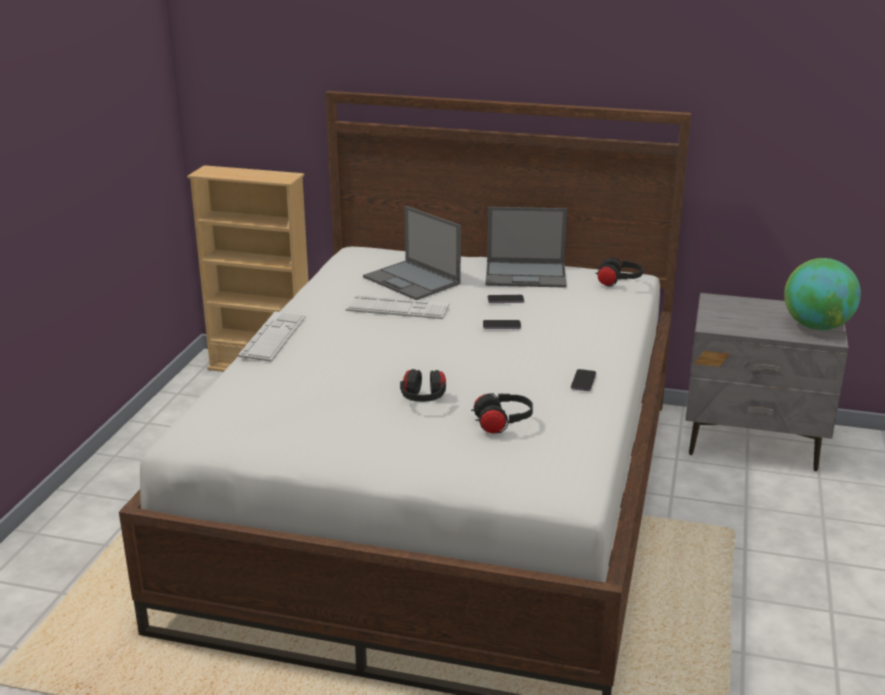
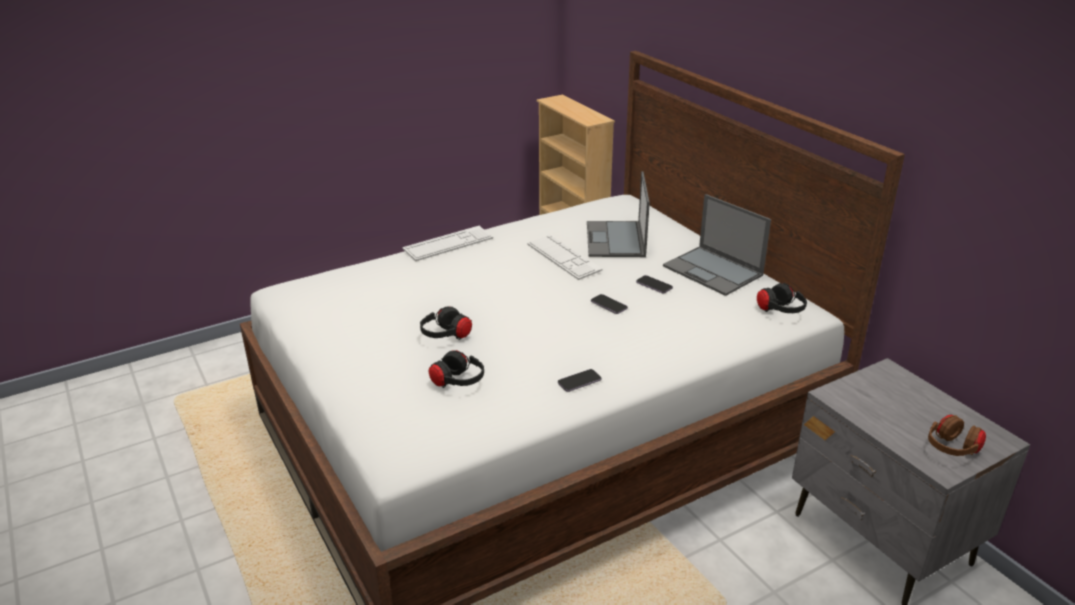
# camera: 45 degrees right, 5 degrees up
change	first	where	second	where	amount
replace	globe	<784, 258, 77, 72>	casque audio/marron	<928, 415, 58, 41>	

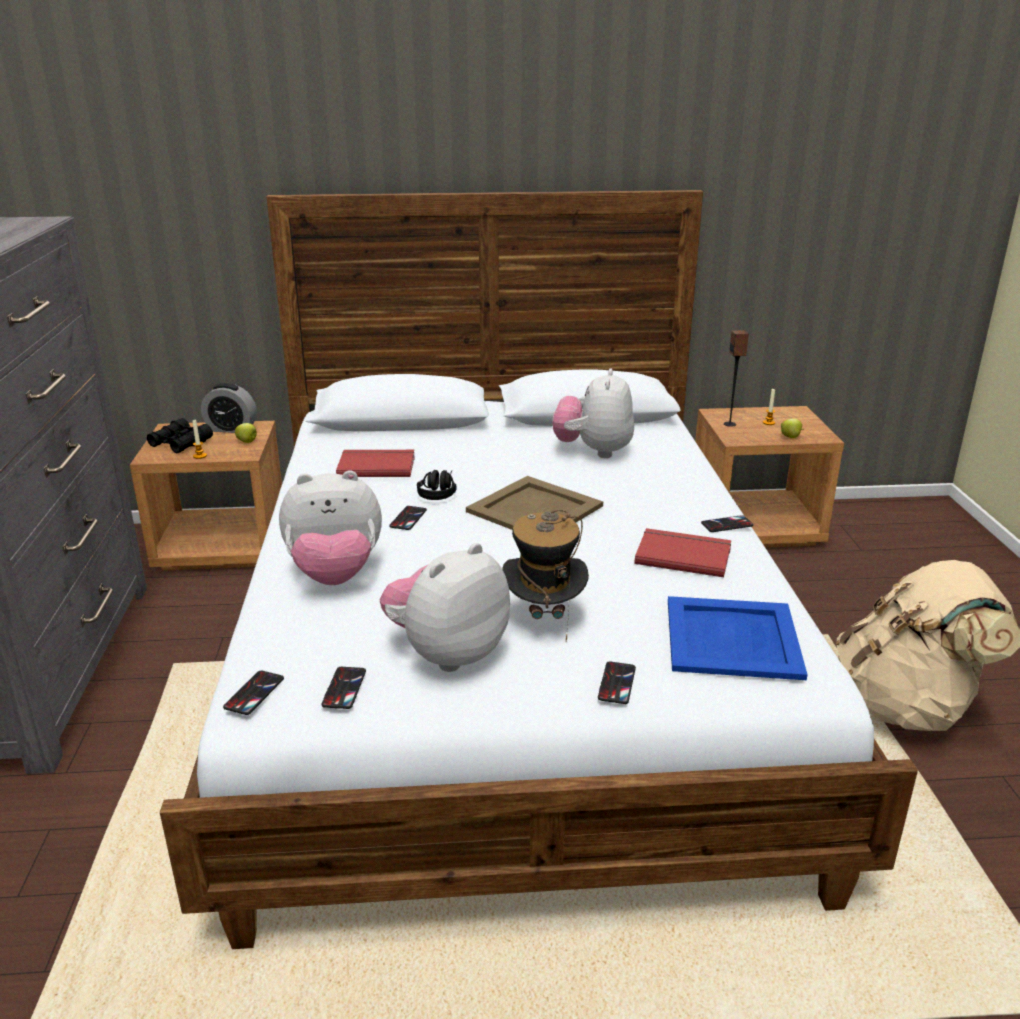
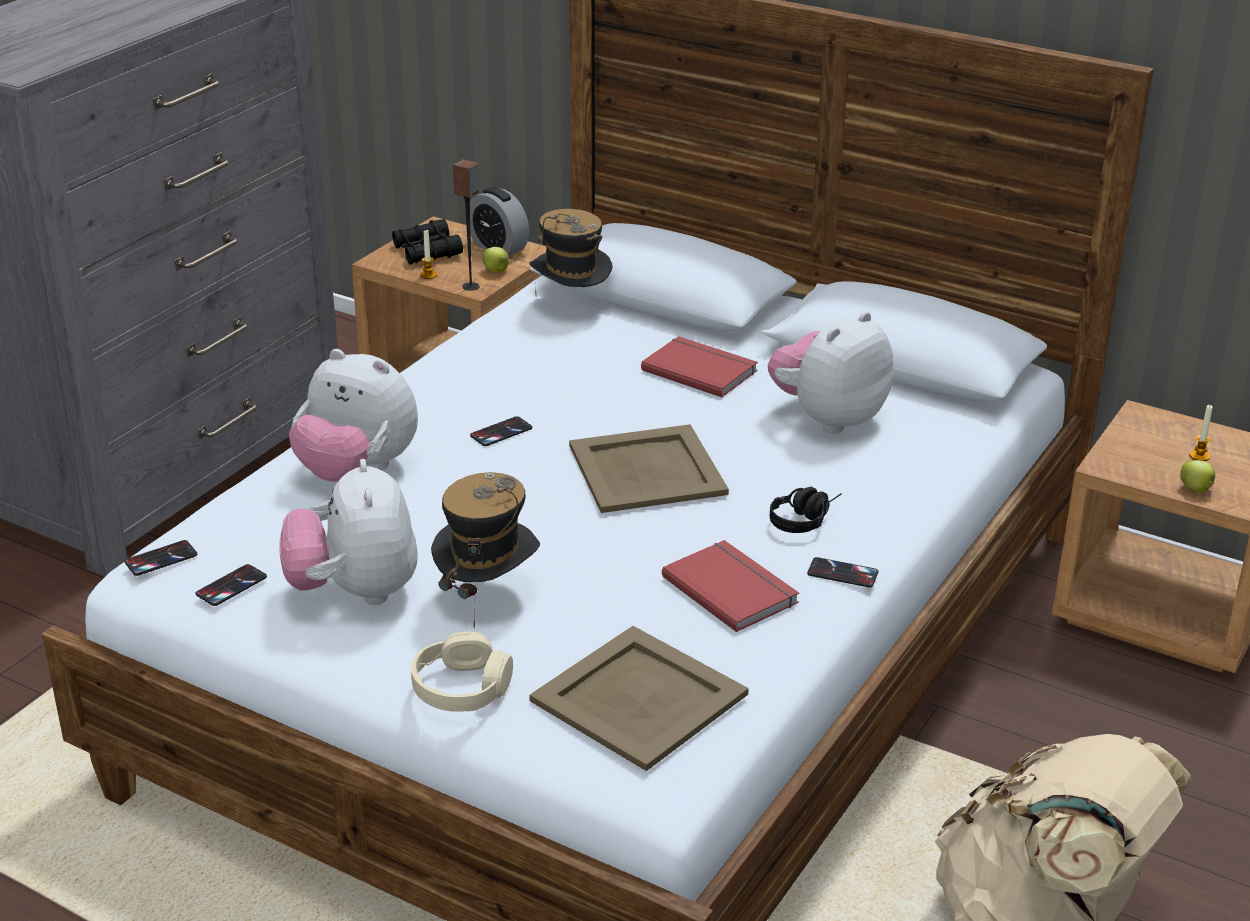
# camera: 35 degrees right, 5 degrees up
change	first	where	second	where	amount
rotate	peluche	<380, 543, 130, 129>		<279, 459, 139, 146>	90 degrees counterclockwise
replace	téléphone	<598, 661, 38, 43>	casque audio/beige	<411, 632, 102, 80>	
move	enceinte	<724, 330, 25, 97>		<453, 159, 27, 132>	
insert			chapeau	<529, 209, 83, 86>	
recolor	plateau/bleu	<668, 596, 140, 84>	plateau/beige	<529, 626, 220, 145>	
move	livre/rouge	<336, 450, 79, 27>		<641, 336, 117, 61>	
move	casque audio/noir	<417, 470, 40, 30>		<770, 487, 72, 46>	

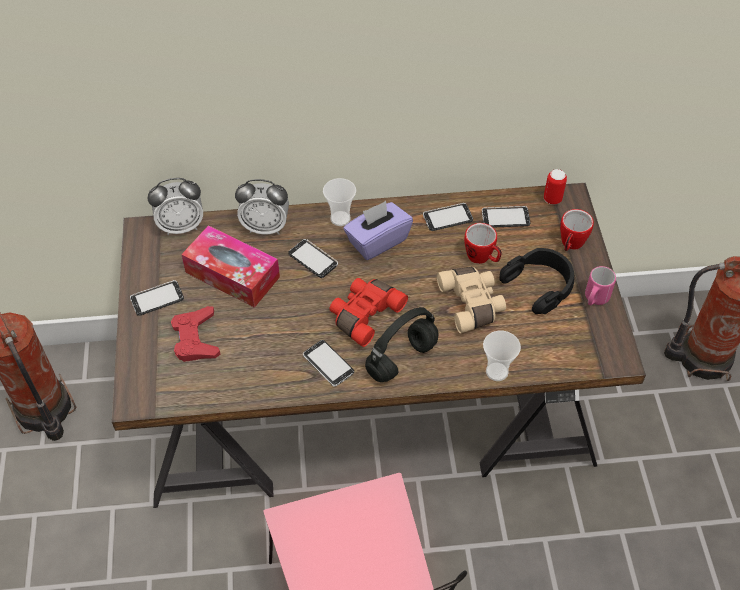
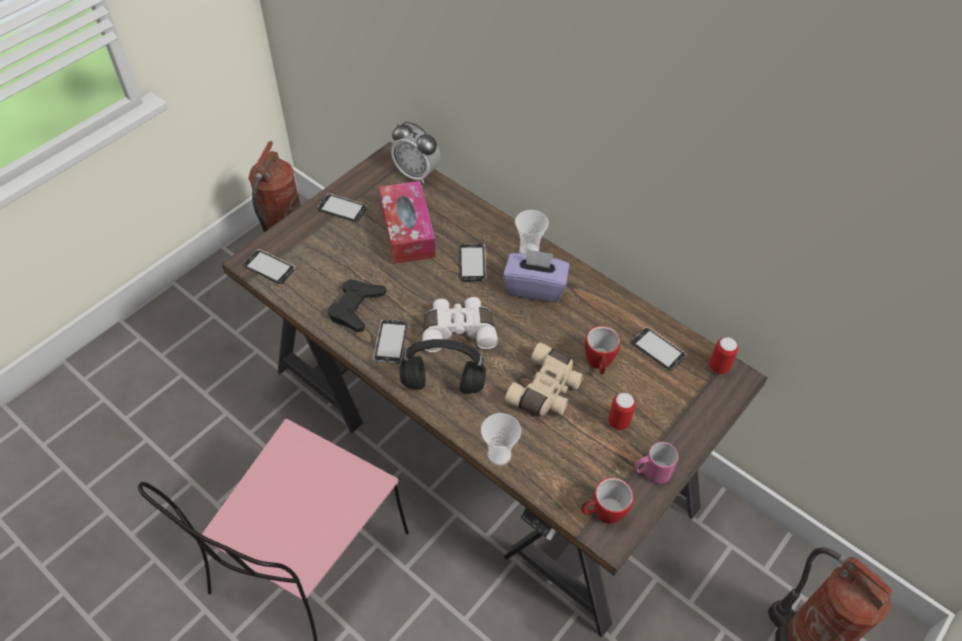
# camera: 45 degrees right, 0 degrees up
change	first	where	second	where	amount
move	téléphone	<423, 203, 50, 28>		<244, 249, 51, 35>	
insert			manette/noir	<328, 279, 59, 53>	
recolor	jumelles/rouge	<329, 278, 79, 69>	jumelles/blanc	<422, 297, 76, 55>	
move	mug	<560, 209, 34, 42>		<582, 477, 52, 47>	
replace	casque audio/noir	<499, 248, 75, 66>	boîte métallique	<608, 393, 28, 37>	
delete	manette/rouge	<171, 306, 50, 56>			
delete	réveil	<235, 179, 54, 56>			

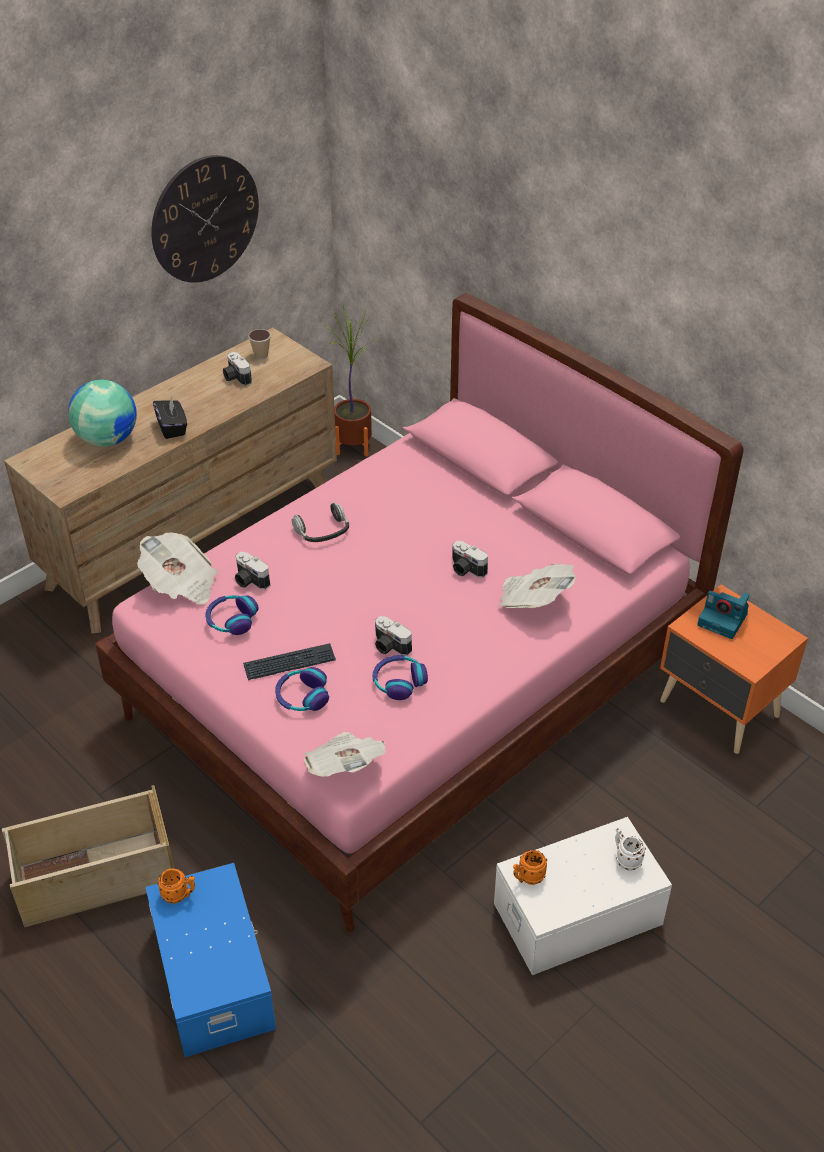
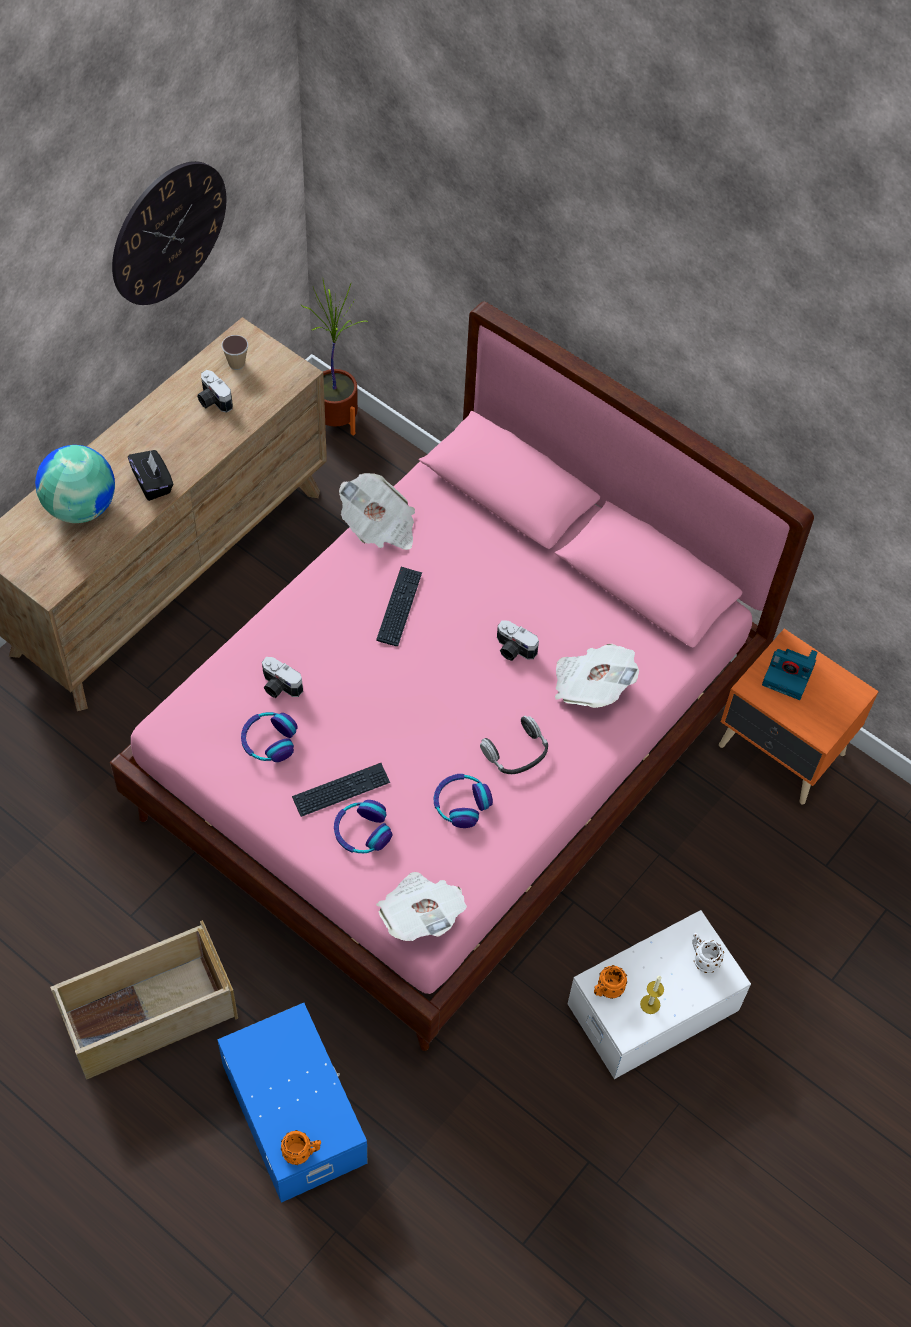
# camera: 10 degrees left, 15 degrees up
change	first	where	second	where	amount
move	mug/orange	<157, 868, 38, 36>		<281, 1130, 40, 35>	
move	journal	<137, 532, 80, 73>		<339, 473, 76, 77>	
insert			clavier	<376, 567, 46, 79>	
move	casque audio	<292, 503, 57, 39>		<480, 716, 68, 58>	
insert			bougie	<640, 976, 24, 38>	
delete	appareil photo	<375, 616, 37, 39>			

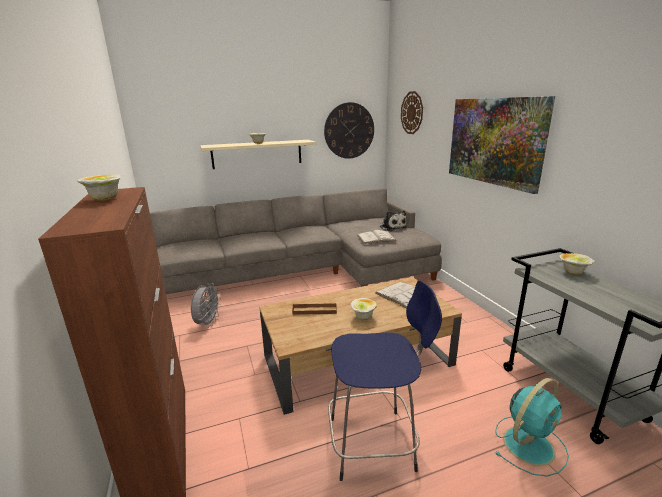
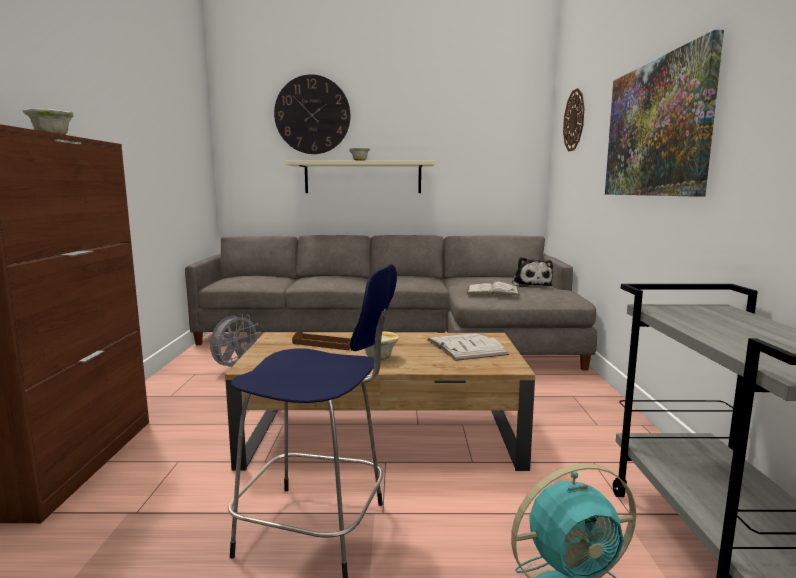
# camera: 20 degrees right, 10 degrees down
change	first	where	second	where	amount
move	horloge murale	<324, 102, 50, 57>		<274, 74, 77, 80>	
delete	bol	<559, 253, 36, 22>			

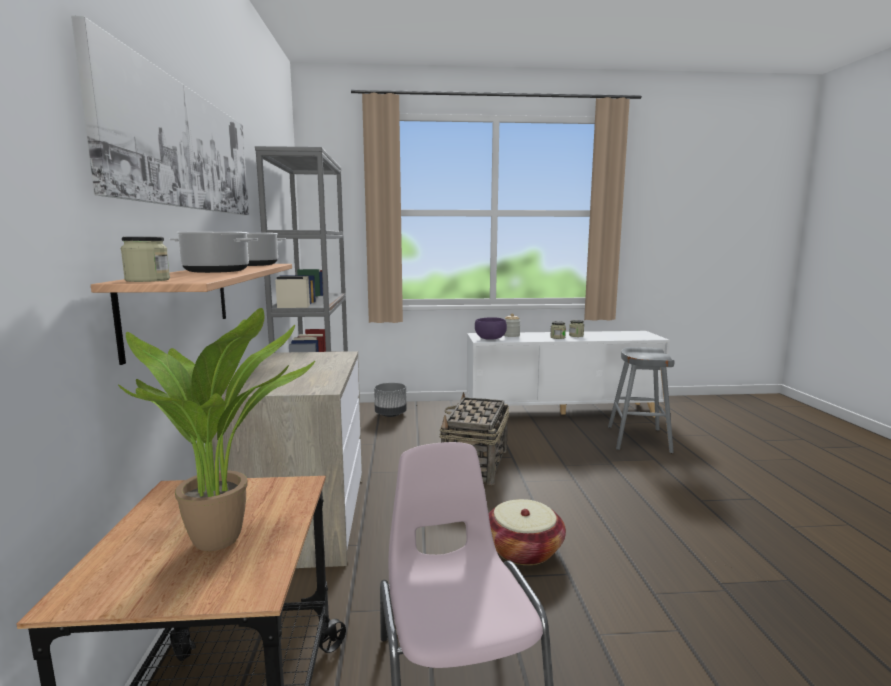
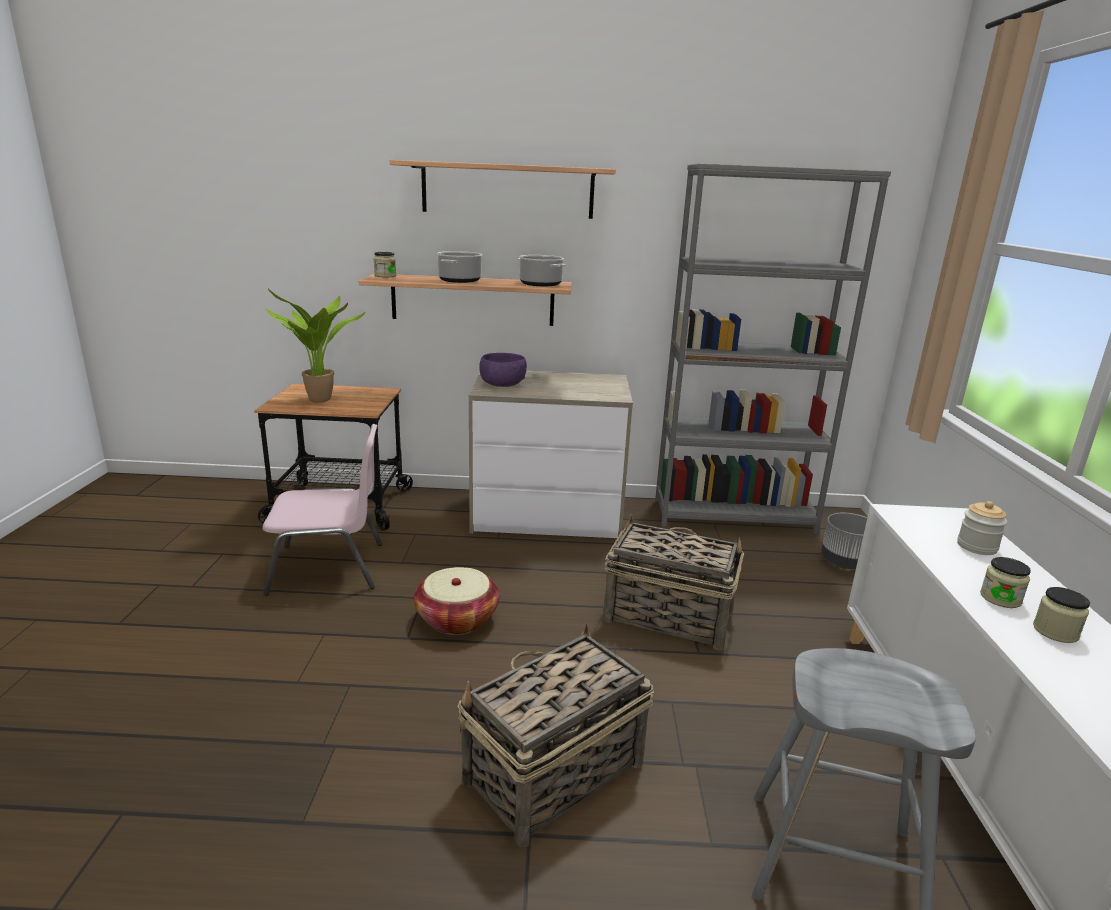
# camera: 95 degrees right, 10 degrees up
change	first	where	second	where	amount
replace	tableau	<71, 16, 178, 199>	étagère	<390, 160, 226, 59>	
insert			panier	<457, 624, 197, 223>	
move	bol/violet	<475, 317, 32, 23>		<479, 353, 48, 34>	

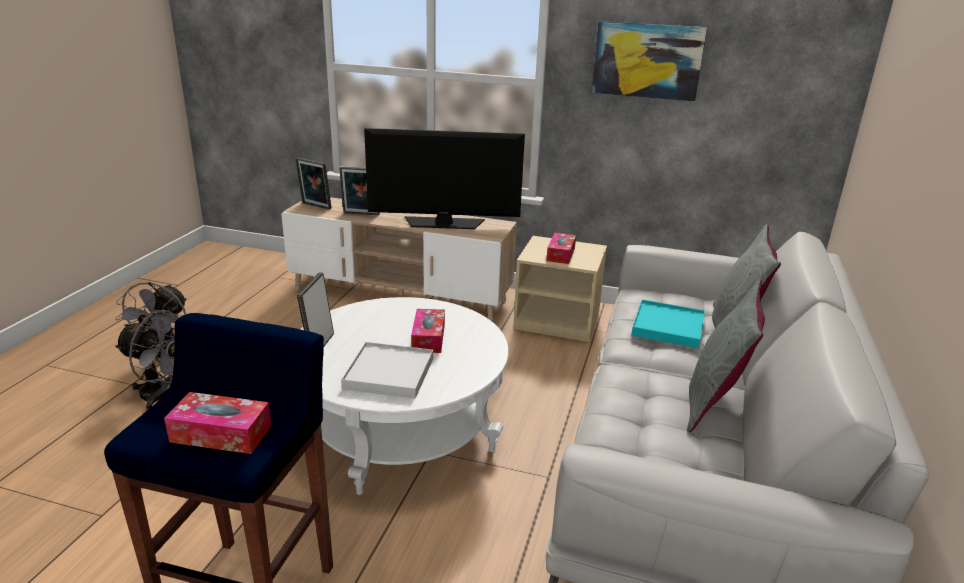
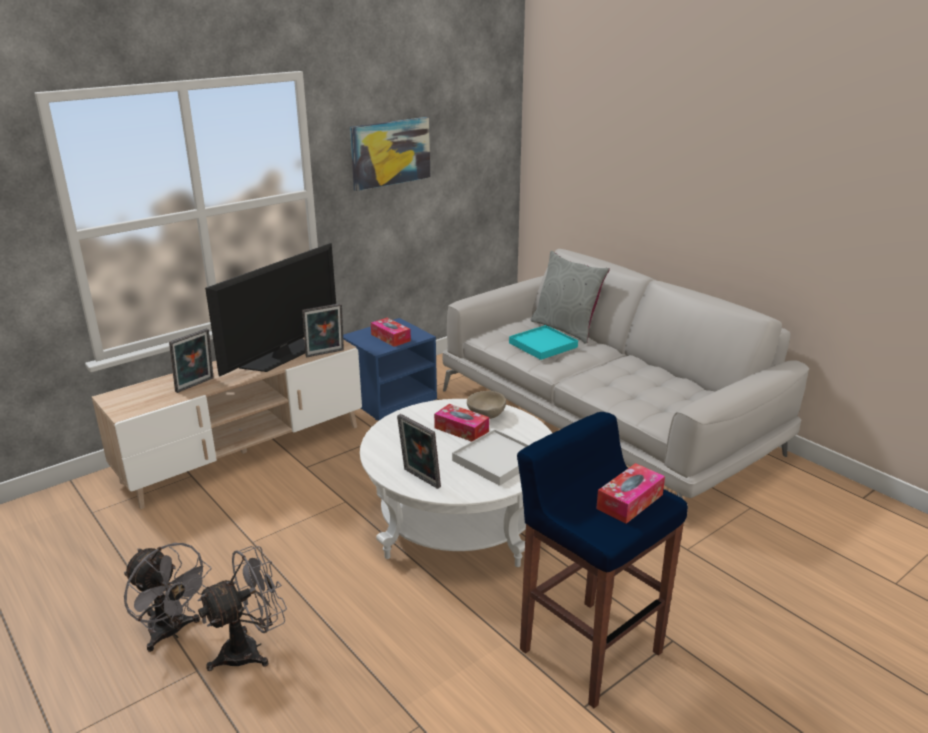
# camera: 55 degrees left, 0 degrees up
change	first	where	second	where	amount
move	cadre photo	<295, 158, 37, 52>		<302, 303, 42, 54>	
recolor	table de chevet/beige	<513, 236, 94, 106>	table de chevet/bleu	<343, 318, 94, 103>	
insert			bol/beige	<467, 391, 39, 28>	
delete	coussin/gris	<687, 279, 78, 154>			

